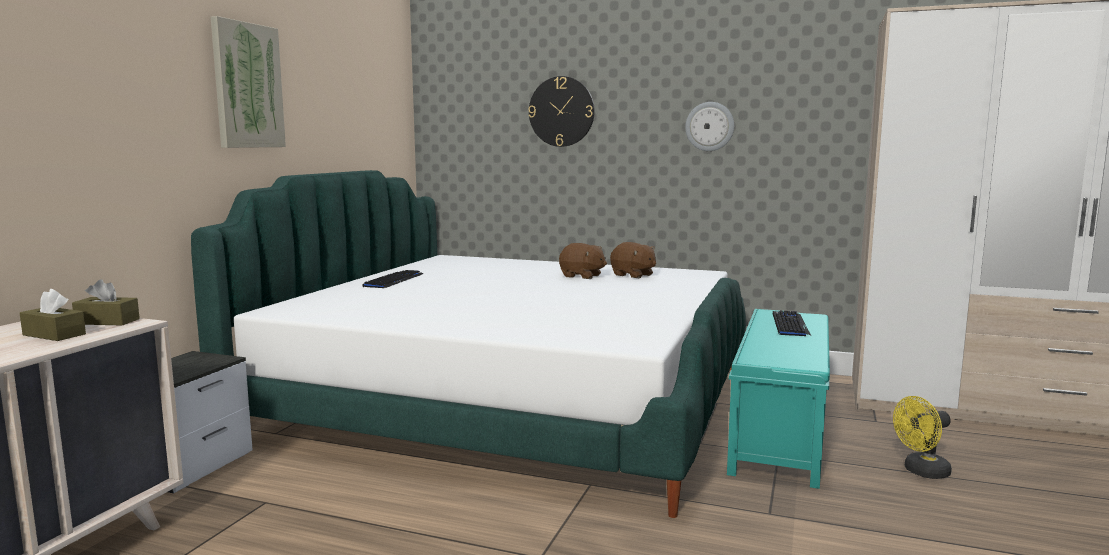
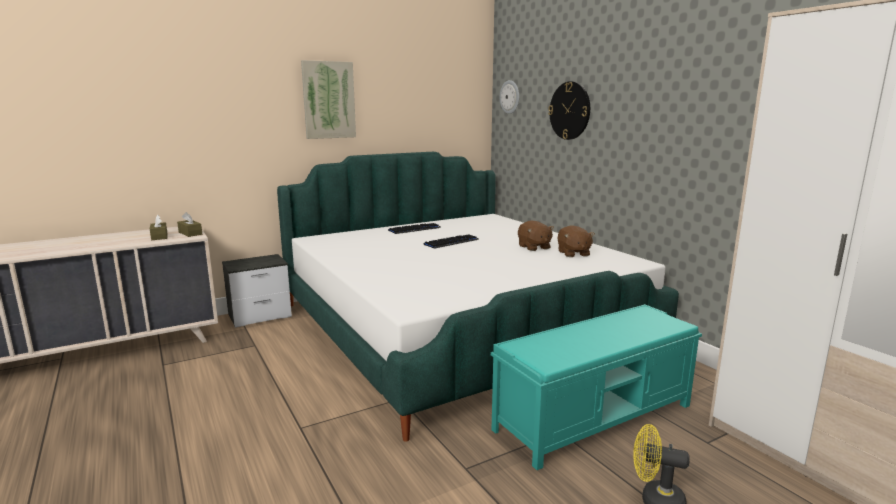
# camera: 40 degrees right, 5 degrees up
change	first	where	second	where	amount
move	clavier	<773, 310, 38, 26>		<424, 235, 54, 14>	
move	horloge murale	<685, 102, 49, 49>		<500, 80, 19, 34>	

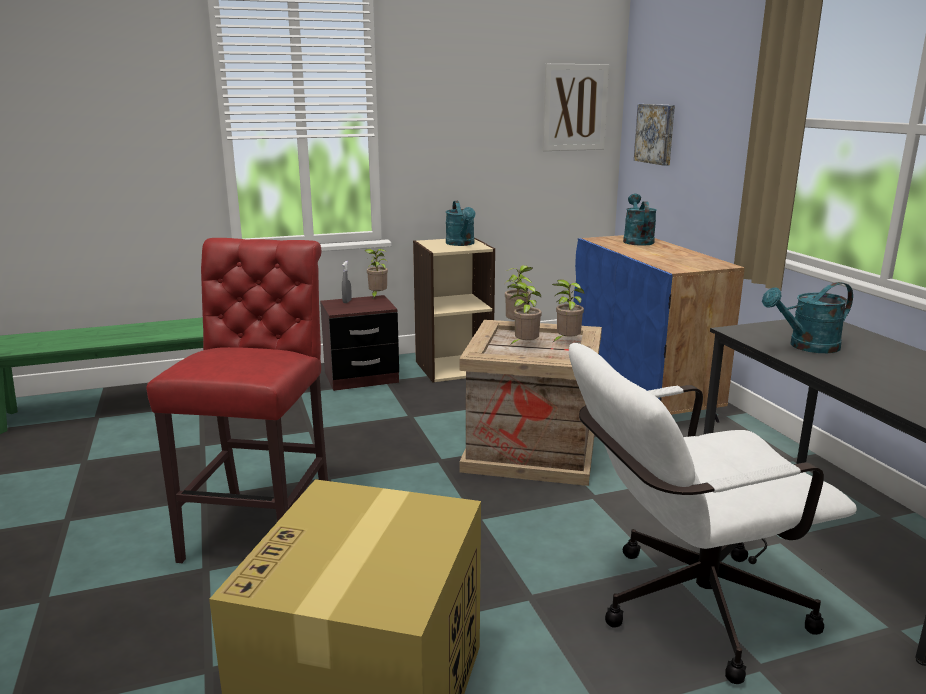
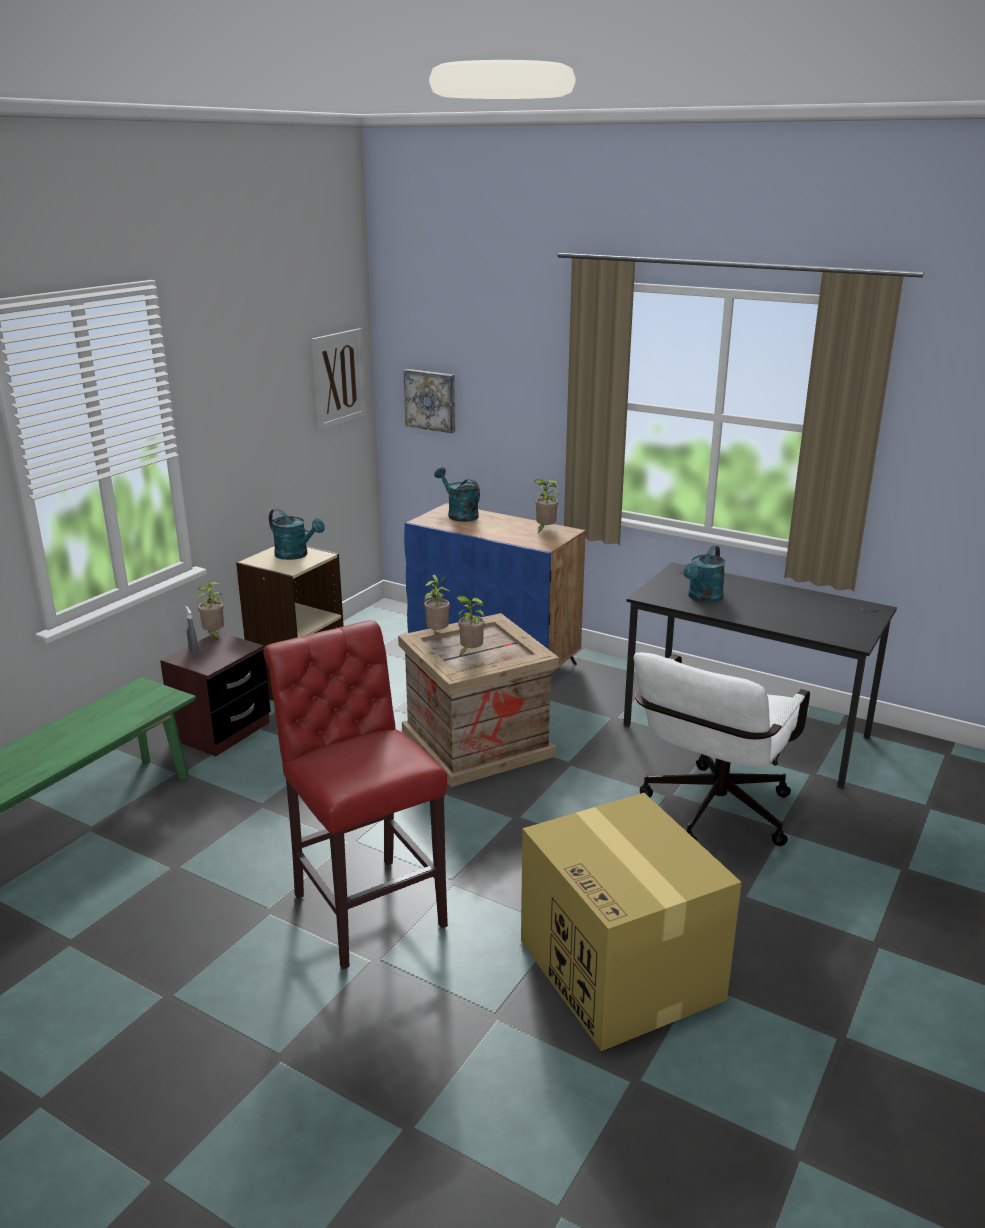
# camera: 40 degrees left, 5 degrees up
change	first	where	second	where	amount
move	plante en pot	<552, 279, 33, 64>		<534, 479, 25, 54>	

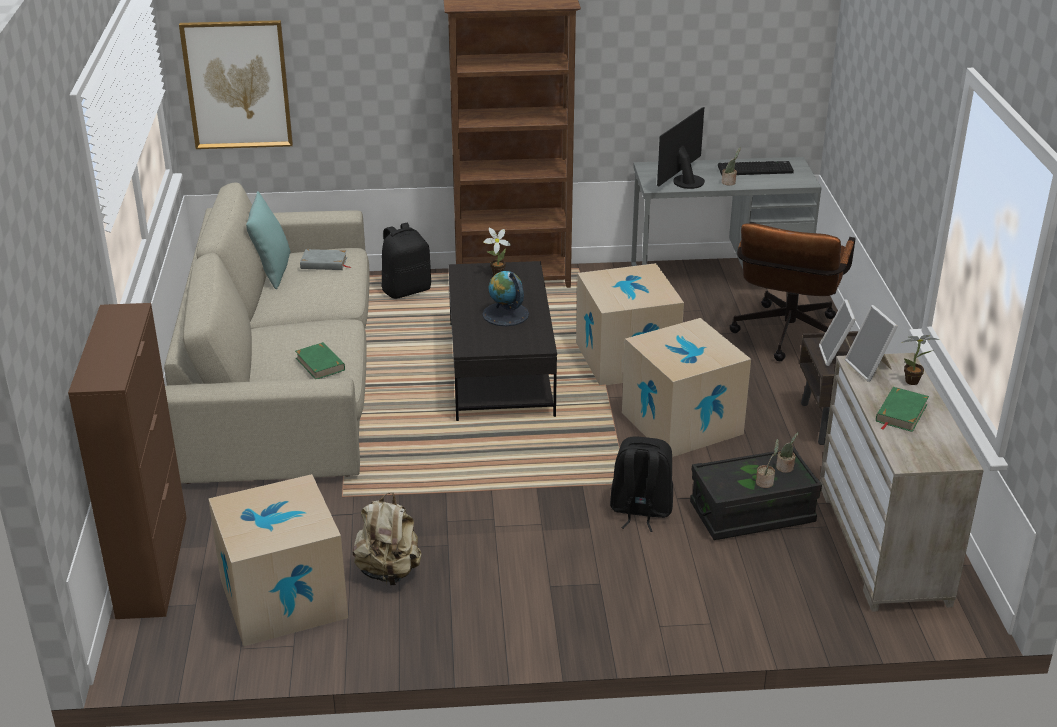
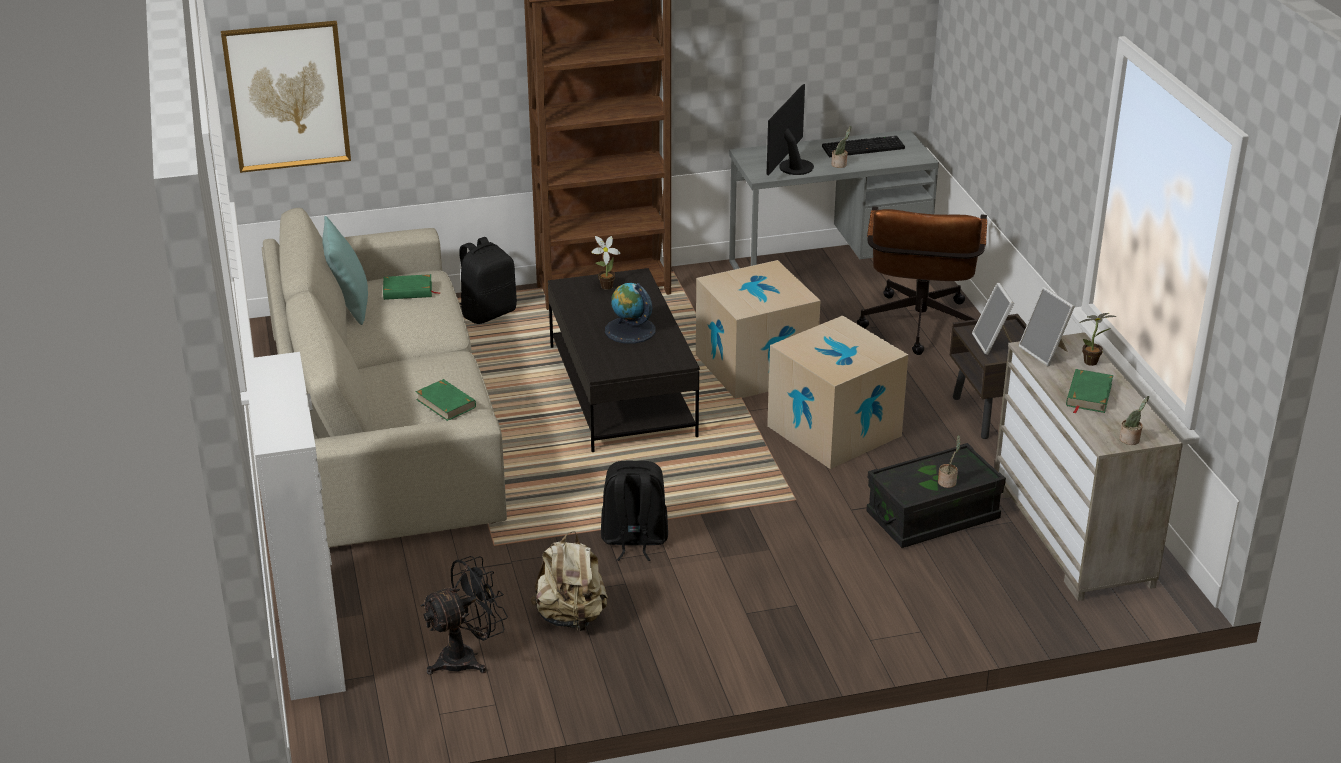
# camera: 10 degrees left, 0 degrees up
change	first	where	second	where	amount
recolor	meuble de rangement/marron	<68, 303, 119, 316>	meuble de rangement/blanc	<244, 352, 102, 348>	
recolor	livre/gris	<300, 249, 51, 21>	livre/vert	<383, 274, 57, 26>	
replace	carton	<208, 474, 140, 172>	ventilateur/noir	<421, 556, 87, 119>	
move	sac à dos/noir	<610, 436, 63, 96>		<601, 461, 67, 100>	
move	plante en pot	<776, 432, 23, 41>		<1119, 396, 30, 49>	

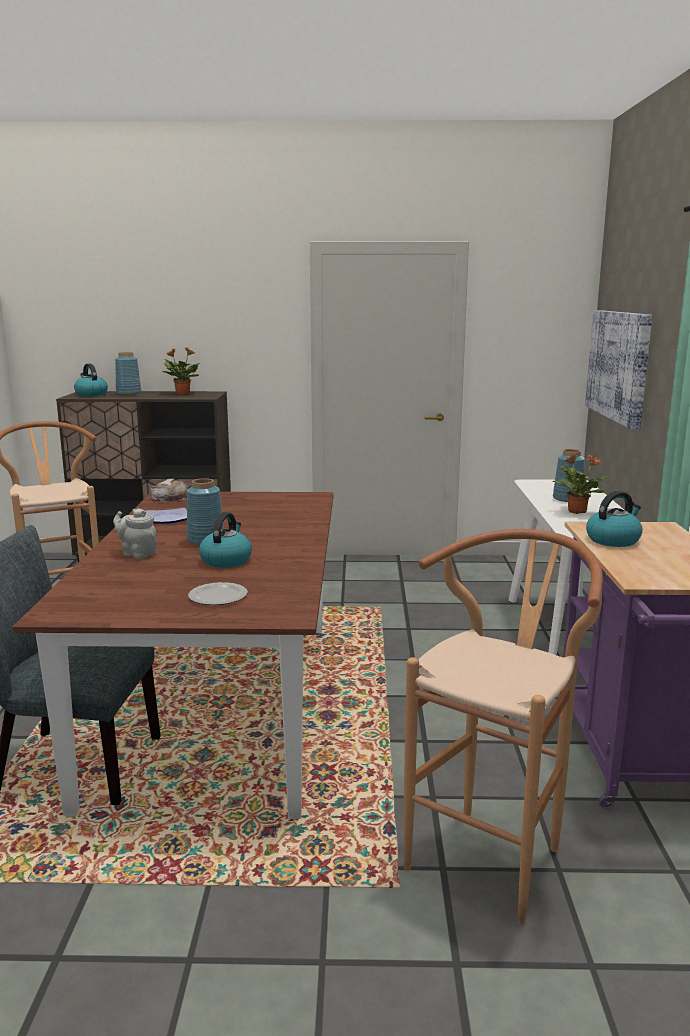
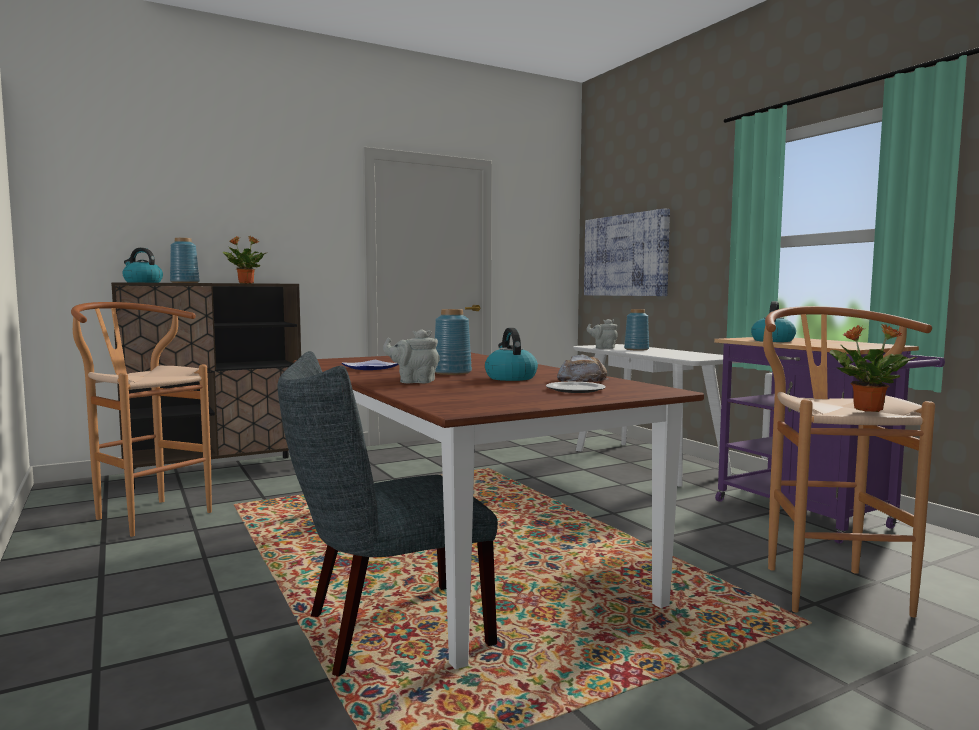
# camera: 30 degrees left, 10 degrees down
change	first	where	second	where	amount
move	pain	<150, 478, 38, 24>		<557, 354, 51, 28>	
insert			théière/gris	<586, 319, 32, 30>	
move	plante en pot	<552, 454, 57, 60>		<830, 324, 87, 88>	

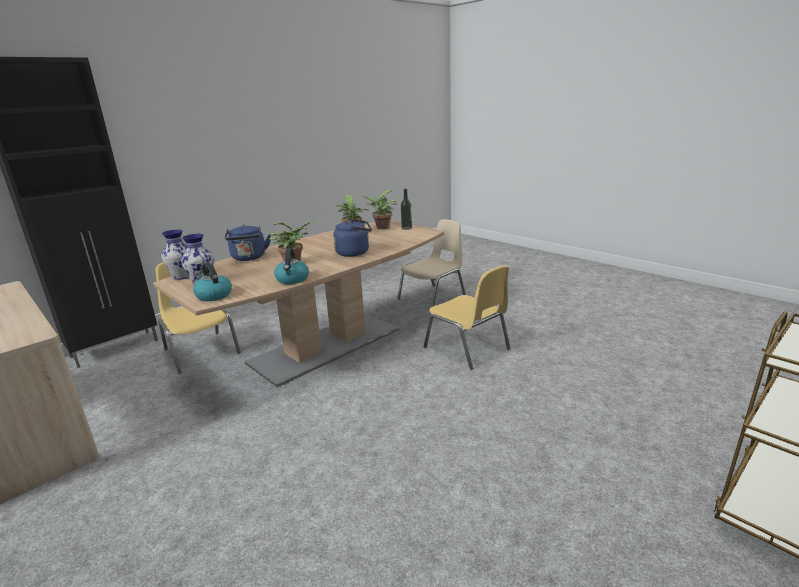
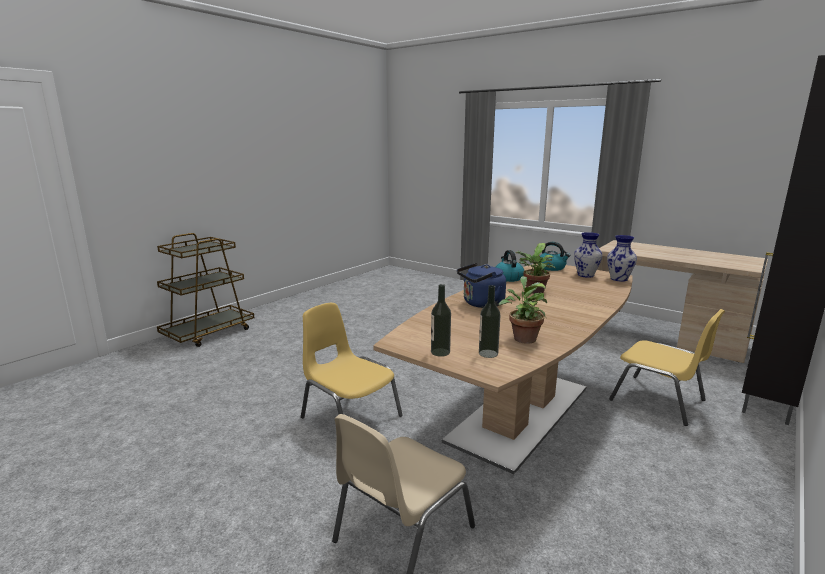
# camera: 170 degrees right, 5 degrees down
change	first	where	second	where	amount
replace	plante en pot	<363, 190, 34, 39>	bouteille	<479, 285, 22, 73>	
delete	bouilloire/bleu	<225, 225, 46, 36>			

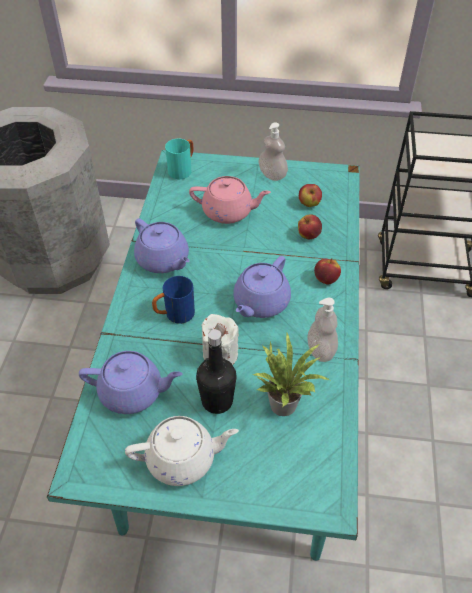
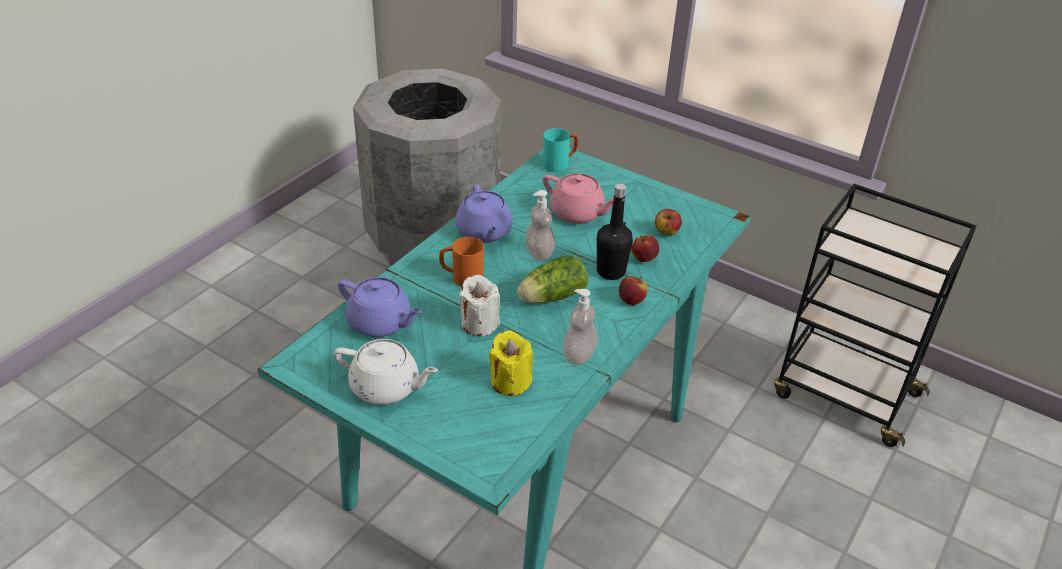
# camera: 25 degrees right, 10 degrees down
change	first	where	second	where	amount
recolor	mug/bleu	<152, 276, 43, 48>	mug/orange	<439, 237, 45, 50>	
replace	plante en pot	<253, 333, 77, 83>	bougie/jaune	<489, 330, 44, 66>	
replace	théière/violet	<233, 256, 58, 62>	laitue	<517, 255, 71, 48>	
move	distributeur de savon	<258, 122, 30, 59>		<525, 190, 30, 71>	
move	bouteille/noir	<196, 329, 40, 85>		<597, 183, 36, 97>	

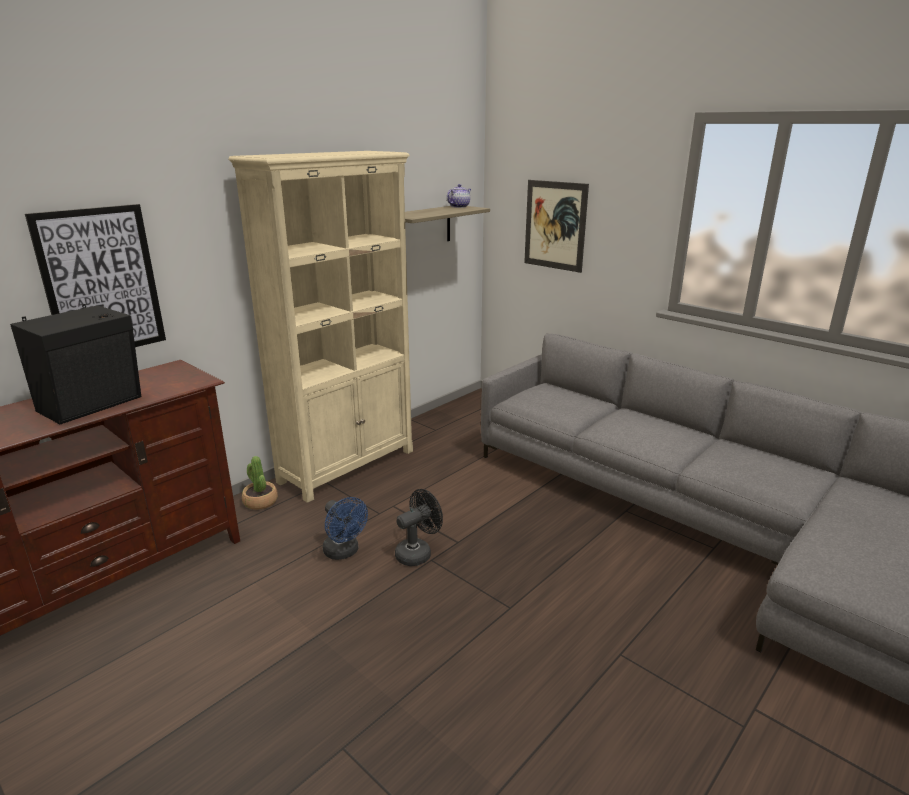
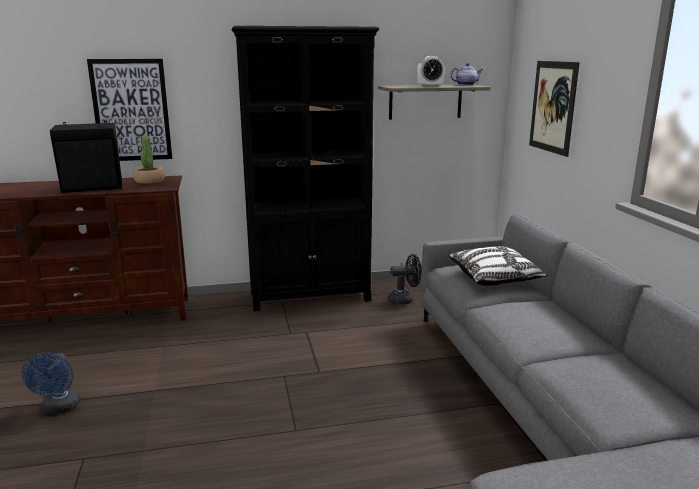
# camera: 35 degrees right, 5 degrees down
change	first	where	second	where	amount
move	ventilateur/bleu	<323, 497, 45, 63>		<22, 352, 59, 62>	
move	plante en pot	<242, 456, 36, 54>		<133, 136, 32, 48>	
recolor	bibliothèque/beige	<229, 151, 184, 352>	bibliothèque/noir	<231, 26, 148, 285>	
move	ventilateur/noir	<395, 489, 48, 77>		<388, 254, 34, 51>	
insert			réveil	<417, 56, 28, 31>	
insert			coussin	<449, 246, 99, 40>	

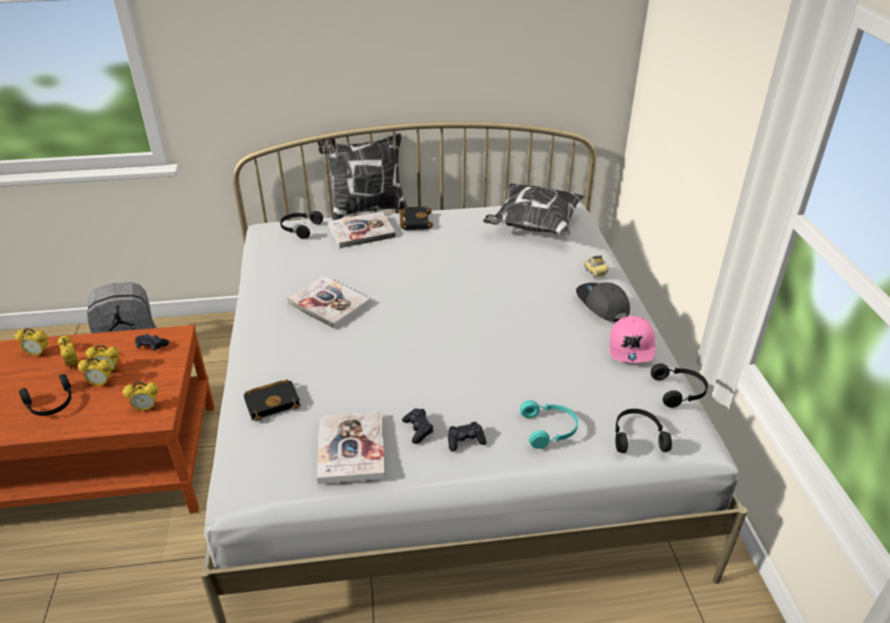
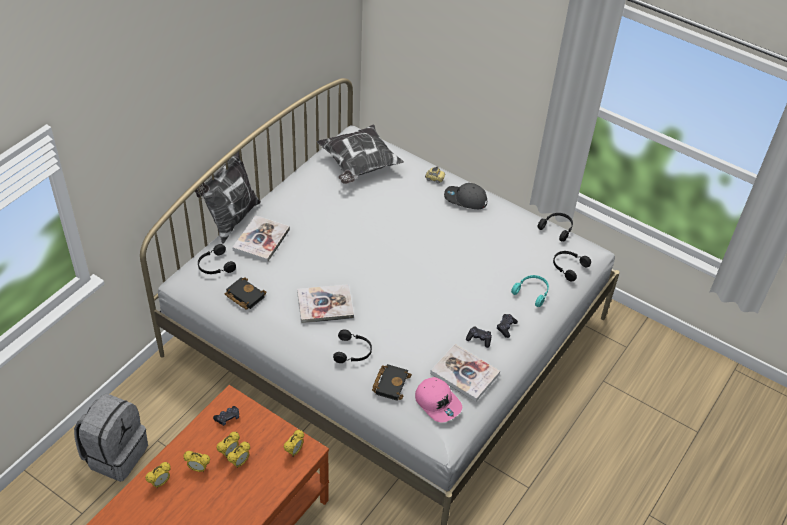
# camera: 50 degrees left, 10 degrees up
change	first	where	second	where	amount
move	livre/noir	<400, 207, 33, 23>		<225, 277, 42, 33>	
move	casque audio/noir	<19, 374, 53, 42>		<333, 329, 39, 34>	
move	casquette/rose	<610, 316, 45, 47>		<415, 377, 47, 46>	

